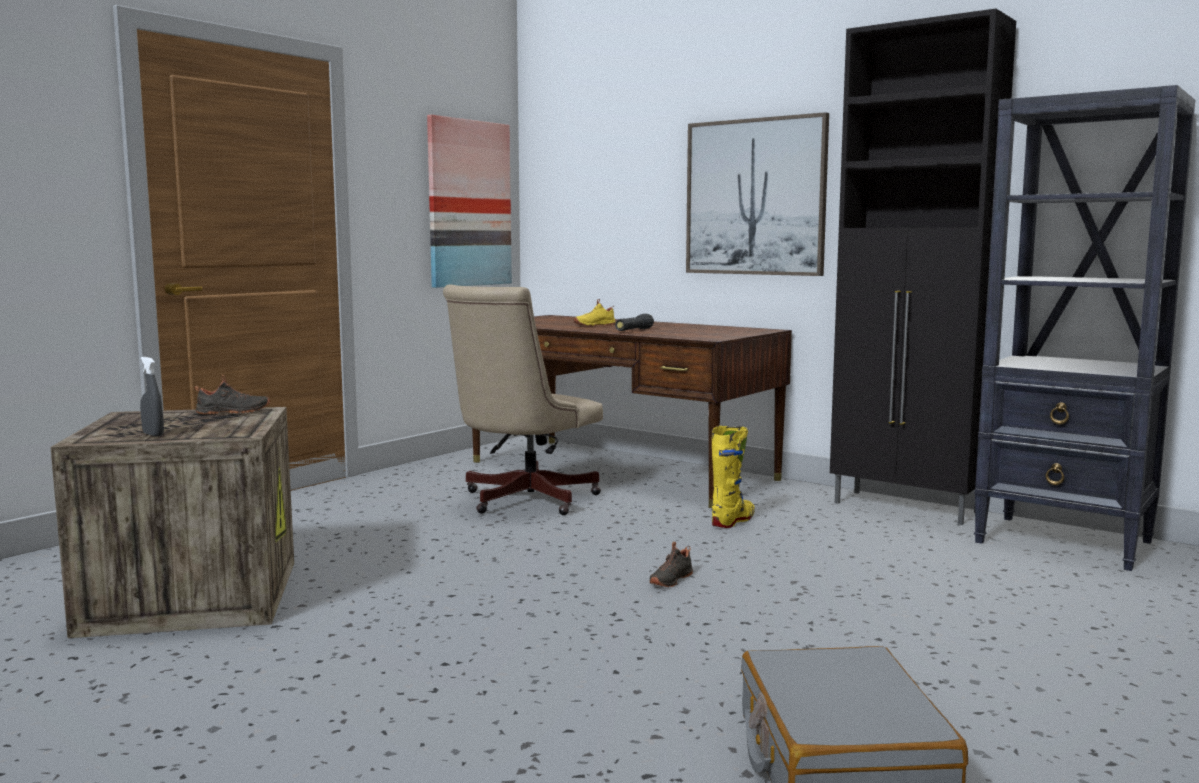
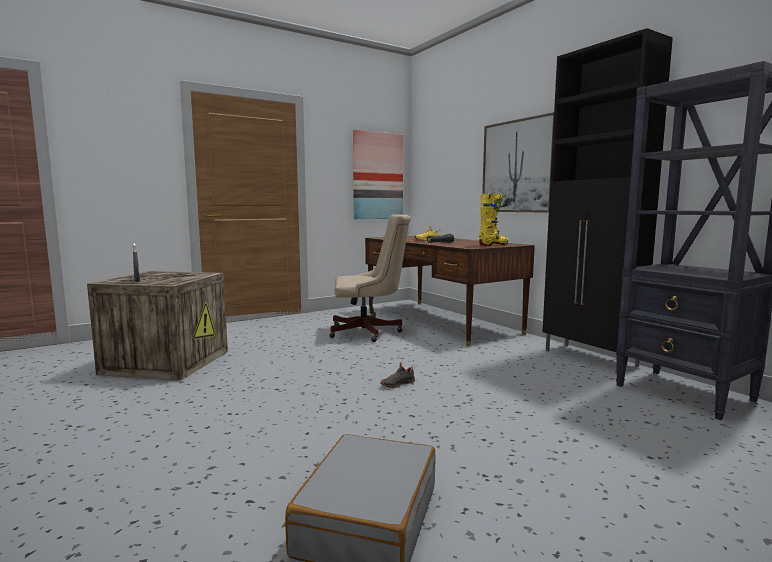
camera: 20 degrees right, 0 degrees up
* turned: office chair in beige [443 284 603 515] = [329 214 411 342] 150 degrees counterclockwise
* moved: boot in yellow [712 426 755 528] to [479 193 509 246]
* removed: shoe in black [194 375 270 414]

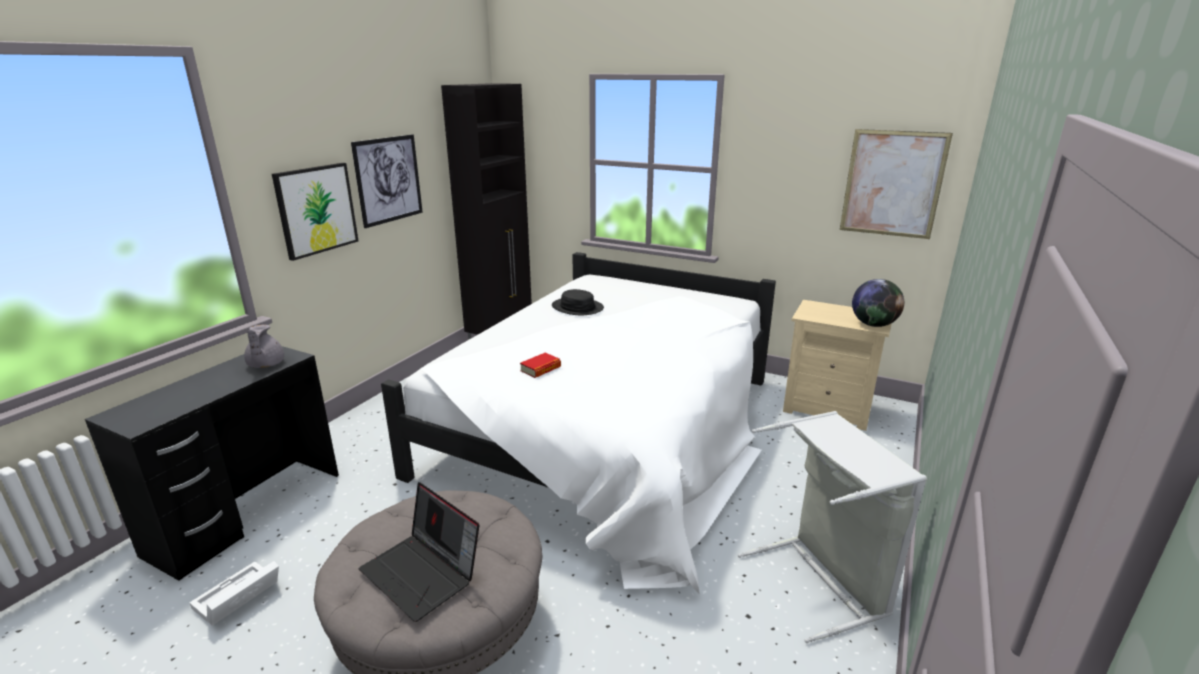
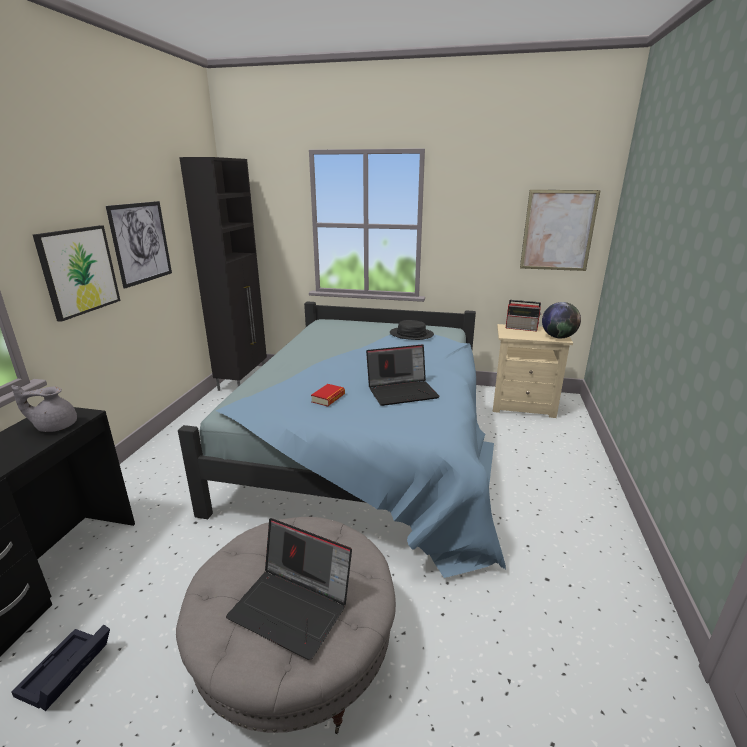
camera: 15 degrees left, 0 degrees up
* turned: teapot in grey [244 325 284 368] = [11 385 77 432] 105 degrees clockwise
* recoloured: storage box in white [189 561 279 626] to storage box in black [11 625 110 711]
* recoloured: bed in white [381 252 776 594] to bed in blue [178 302 506 578]
* added: laptop [366 344 440 406]
* moved: hat in black [552 289 604 316] to [390 320 434 340]
* added: radio [506 300 542 332]
* removed: laundry basket in grey [738 411 927 643]

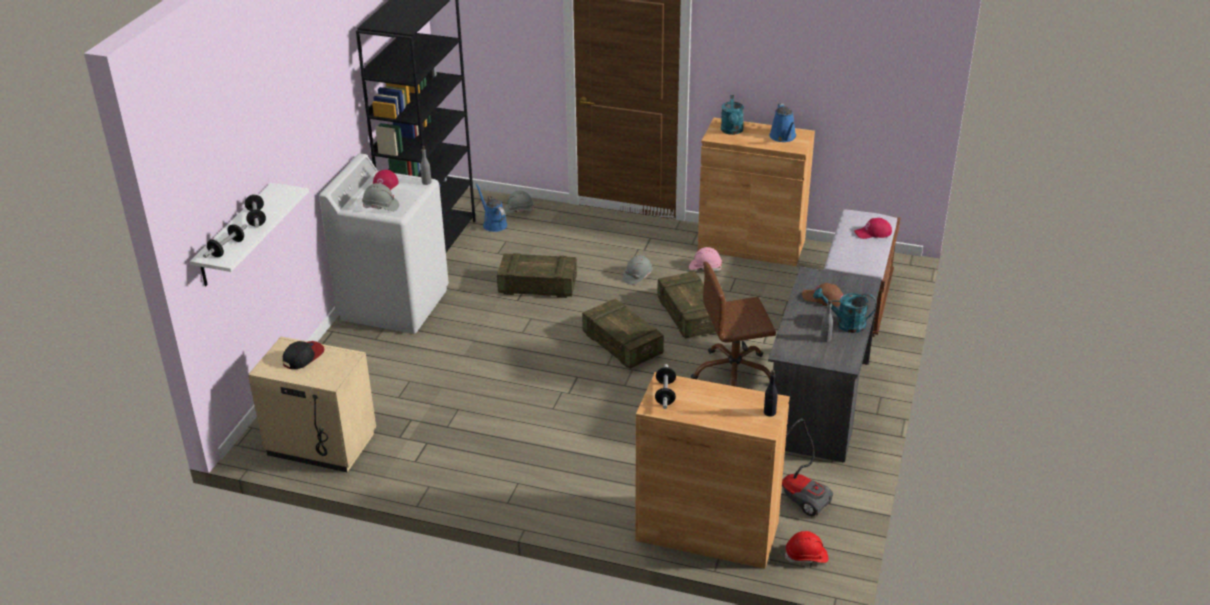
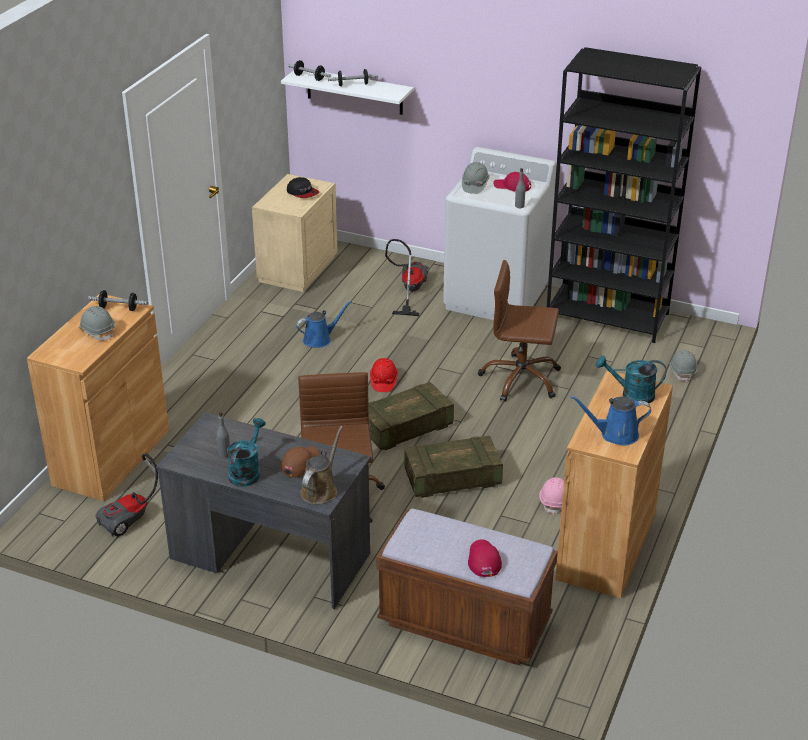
camera: 95 degrees right, 0 degrees up
* moved: hard hat in grey [623 255 653 285] to [78 306 115 341]
* moved: watering can in blue [476 183 507 232] to [296 301 352 348]
* added: watering can in brown [300 426 343 504]
* moved: hard hat in red [785 531 828 563] to [370 358 398 392]
* added: vacuum cleaner [385 239 429 316]
* replaced: crate [497 253 577 298] to office chair in brown [478 260 561 402]
* removed: bottle in black [764 370 778 417]

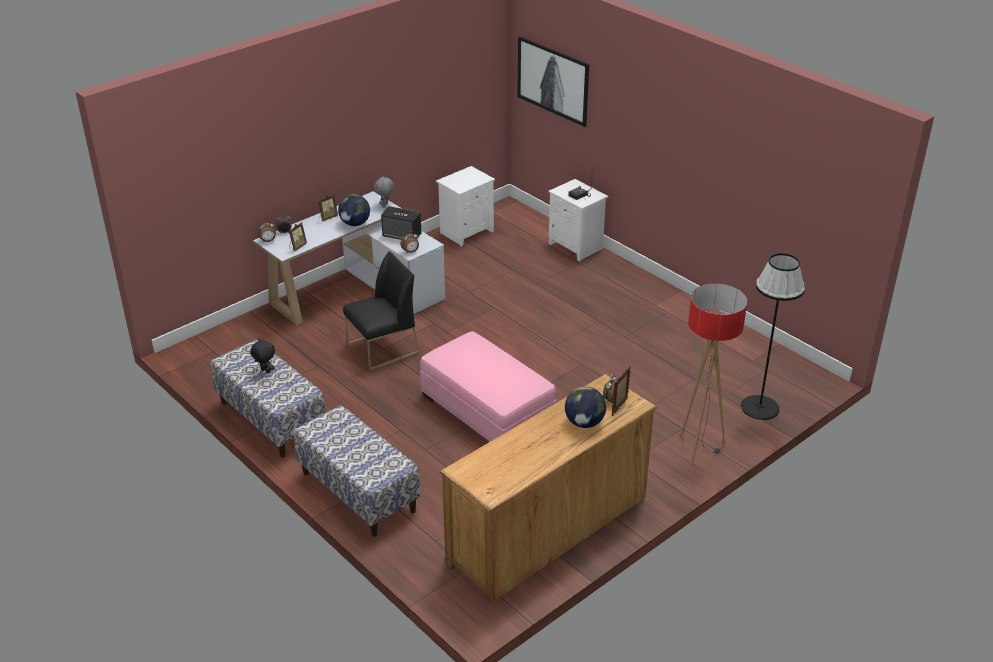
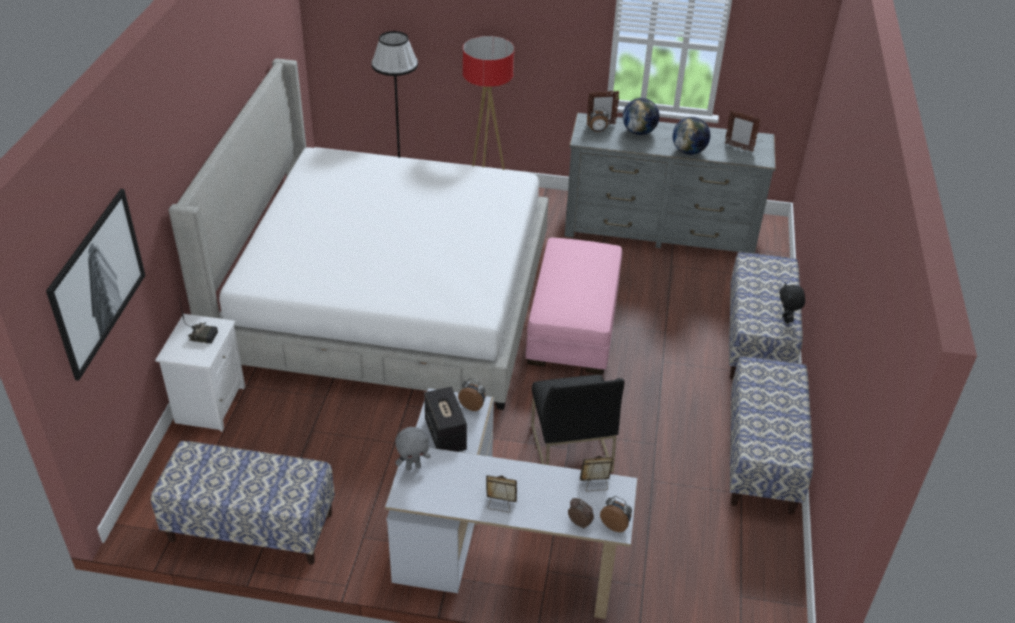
camera: 130 degrees left, 5 degrees up
* replaced: nightstand in white [436 166 495 246] to bench [151 441 335 565]
* added: bed [169 58 549 410]
* turned: chair in black [343 251 420 371] = [531 375 625 472] 120 degrees counterclockwise
* recoloured: dresser in brown [440 374 656 603] to dresser in grey [565 113 776 253]
* moved: globe [338 194 370 226] to [672 117 710 155]
* added: picture frame [725 110 761 152]
* moved: plush toy in black [250 338 275 373] to [780 283 805 323]

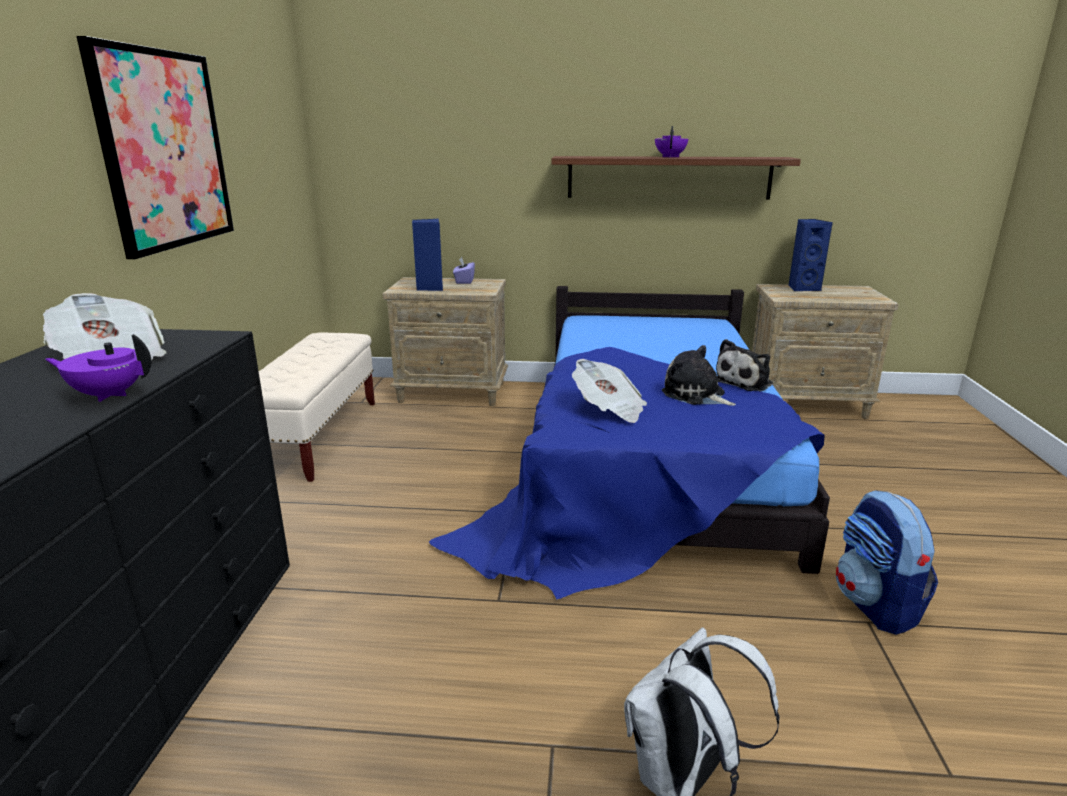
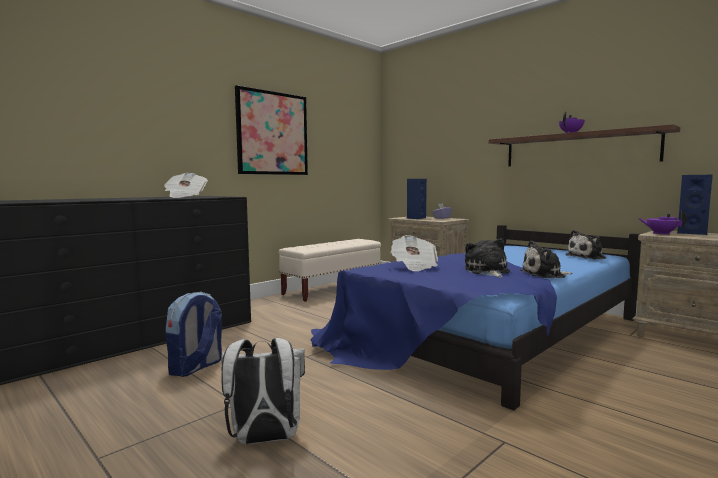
camera: 40 degrees right, 15 degrees down
* moved: backpack [836 490 938 635] to [165 292 222 377]
* added: plush toy [566 230 607 260]
* moved: teapot in purple [45 334 151 402] to [639 211 687 235]

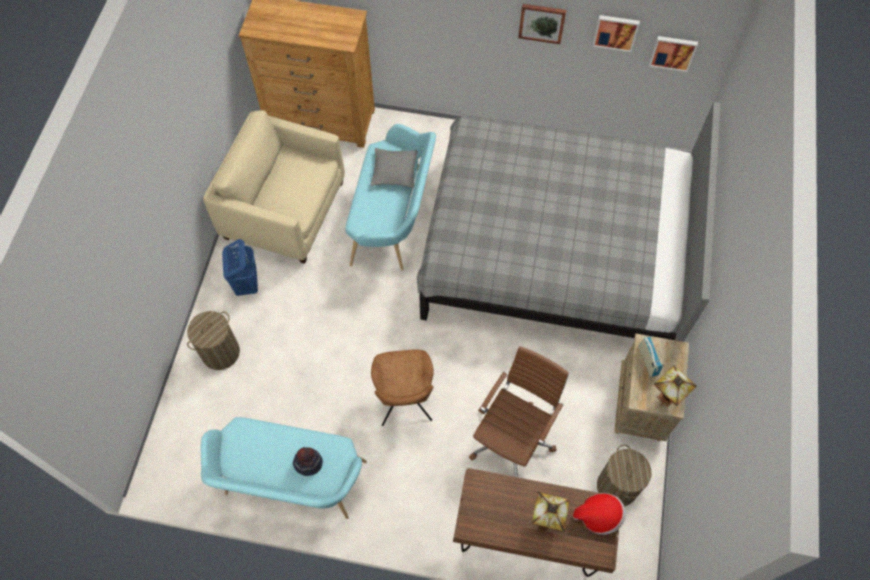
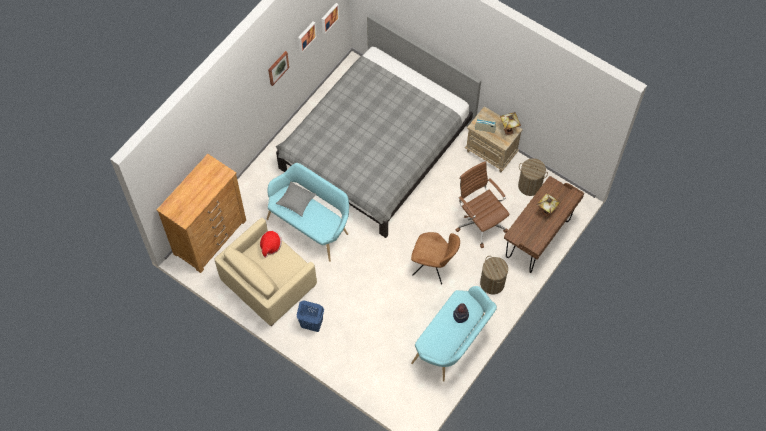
camera: 65 degrees left, 0 degrees up
* moved: hat [573 493 626 535] to [260 230 282 258]
* moved: laundry basket [187 311 240 370] to [480 256 508 294]

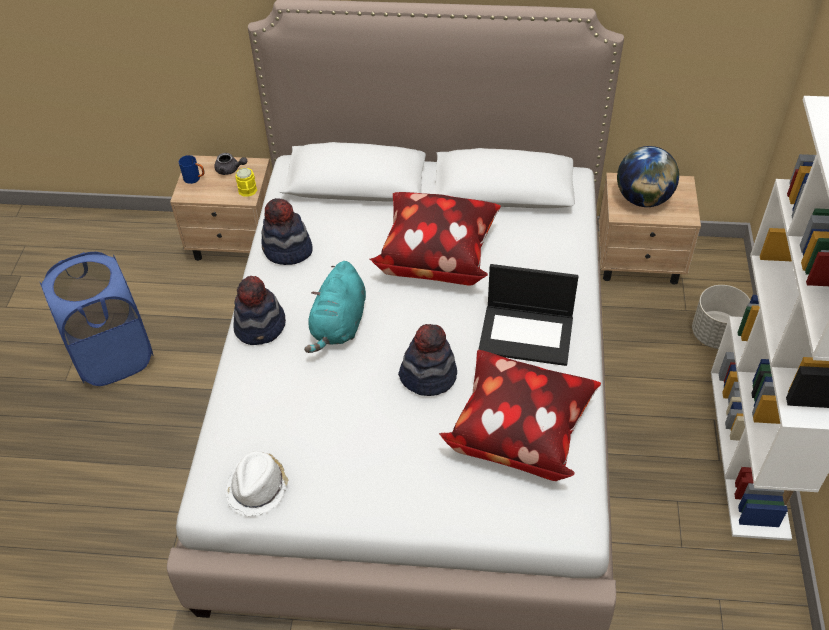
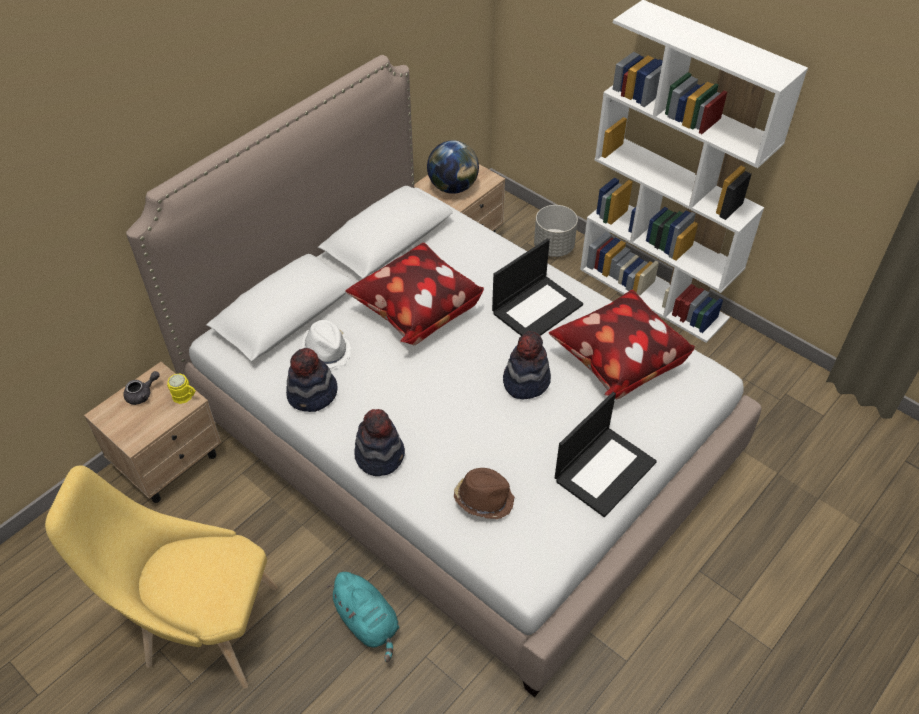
camera: 55 degrees left, 0 degrees up
* replaced: laundry basket in blue [40 252 154 386] to chair in yellow [45 465 278 689]
* moved: hat in white [225 451 288 517] to [302 320 352 370]
* moved: plush toy in turquoise [304 261 366 353] to [327 572 399 662]
* added: hat in brown [454 468 515 519]
* added: laptop [555 392 657 517]
* removed: mug in blue [179 155 205 184]

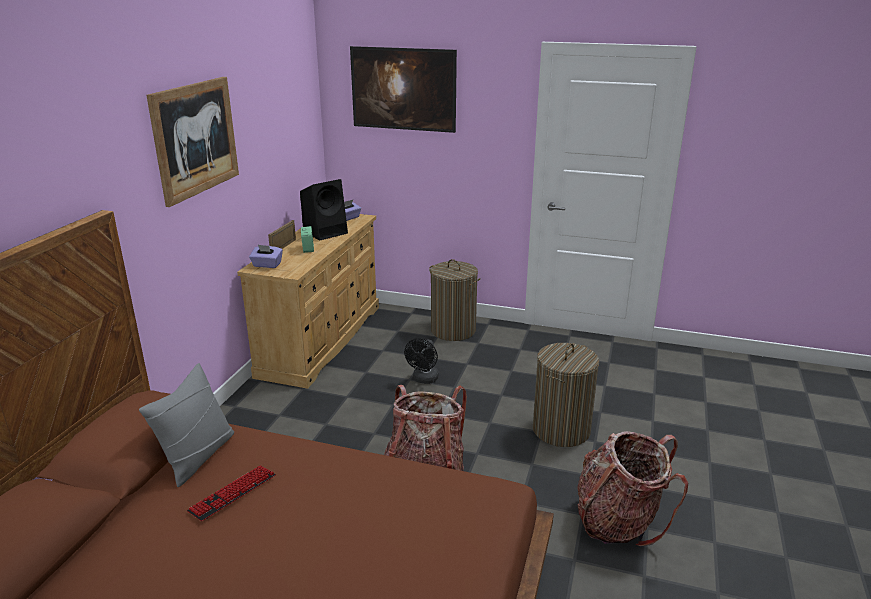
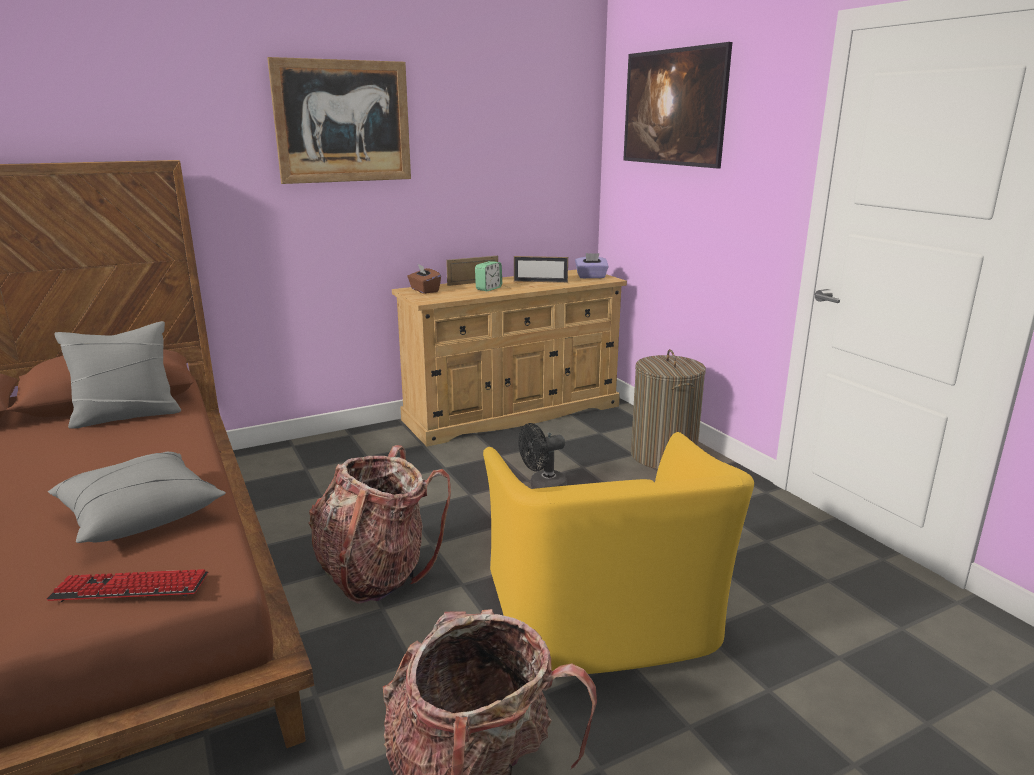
camera: 45 degrees right, 5 degrees down
* moved: keyboard [187 465 276 521] to [47 569 208 602]
* added: pillow in grey [48 452 226 543]
* recoloured: tissue box in purple [249 245 283 268] to tissue box in brown [407 264 441 294]
* replaced: laundry basket [533 343 599 447] to armchair in yellow [483 432 754 674]
* replaced: speaker in black [300 179 348 240] to picture frame [514 256 568 283]

